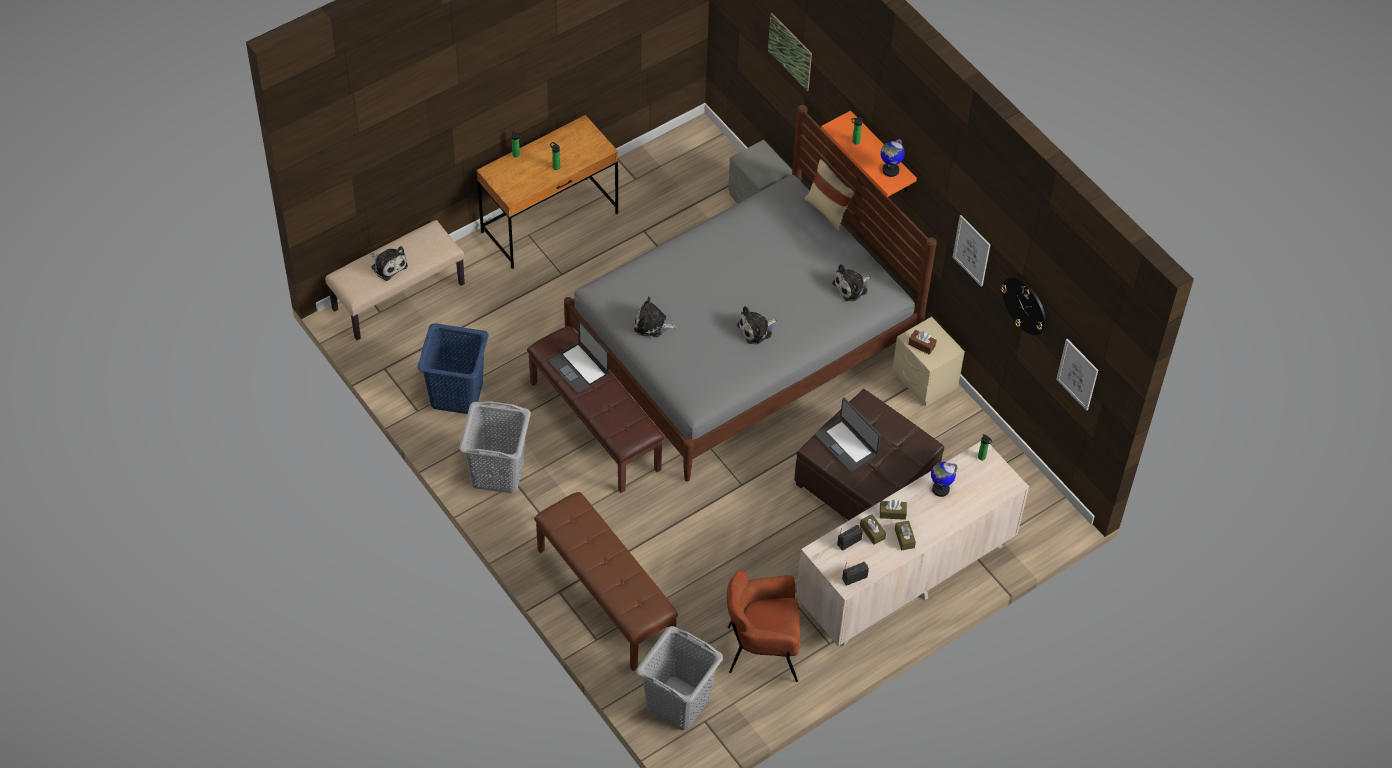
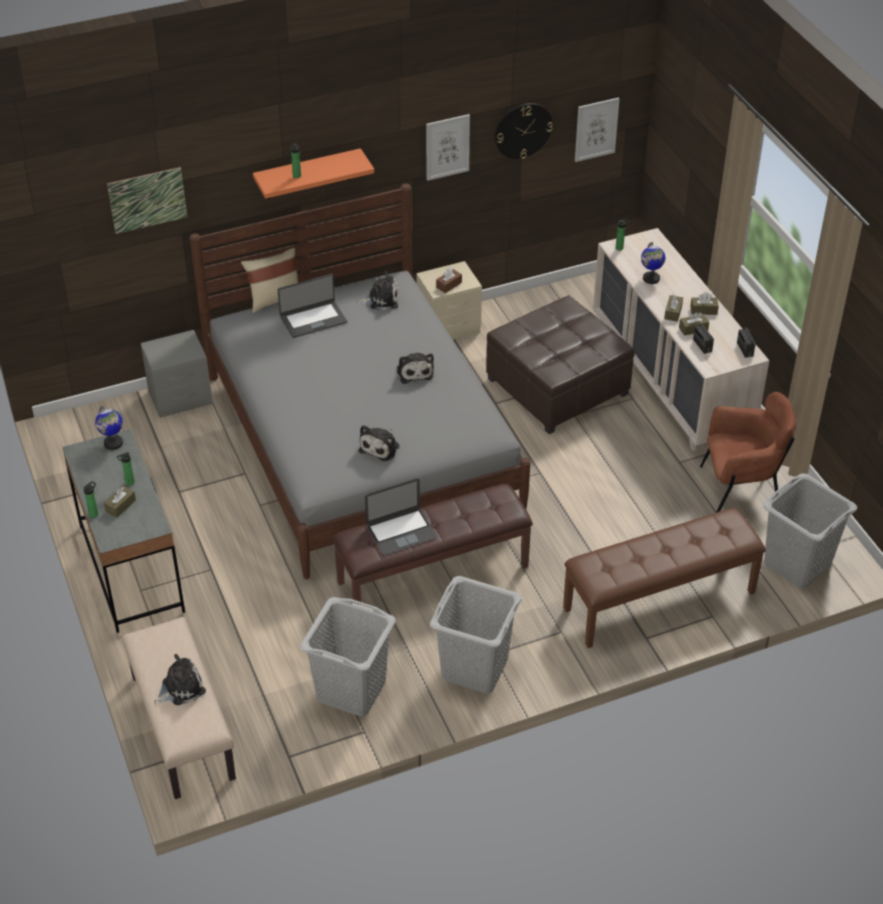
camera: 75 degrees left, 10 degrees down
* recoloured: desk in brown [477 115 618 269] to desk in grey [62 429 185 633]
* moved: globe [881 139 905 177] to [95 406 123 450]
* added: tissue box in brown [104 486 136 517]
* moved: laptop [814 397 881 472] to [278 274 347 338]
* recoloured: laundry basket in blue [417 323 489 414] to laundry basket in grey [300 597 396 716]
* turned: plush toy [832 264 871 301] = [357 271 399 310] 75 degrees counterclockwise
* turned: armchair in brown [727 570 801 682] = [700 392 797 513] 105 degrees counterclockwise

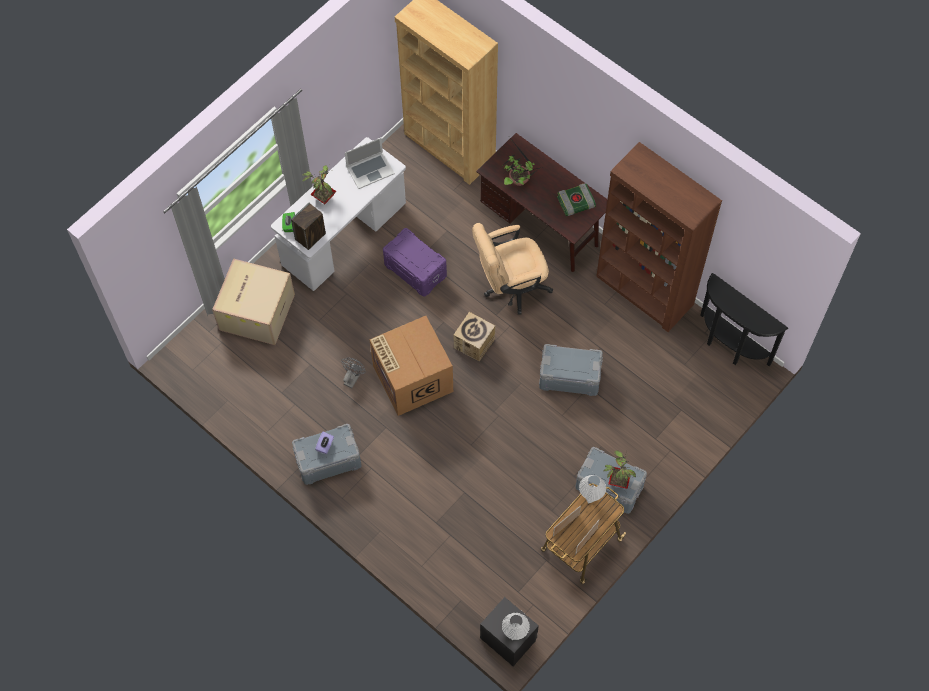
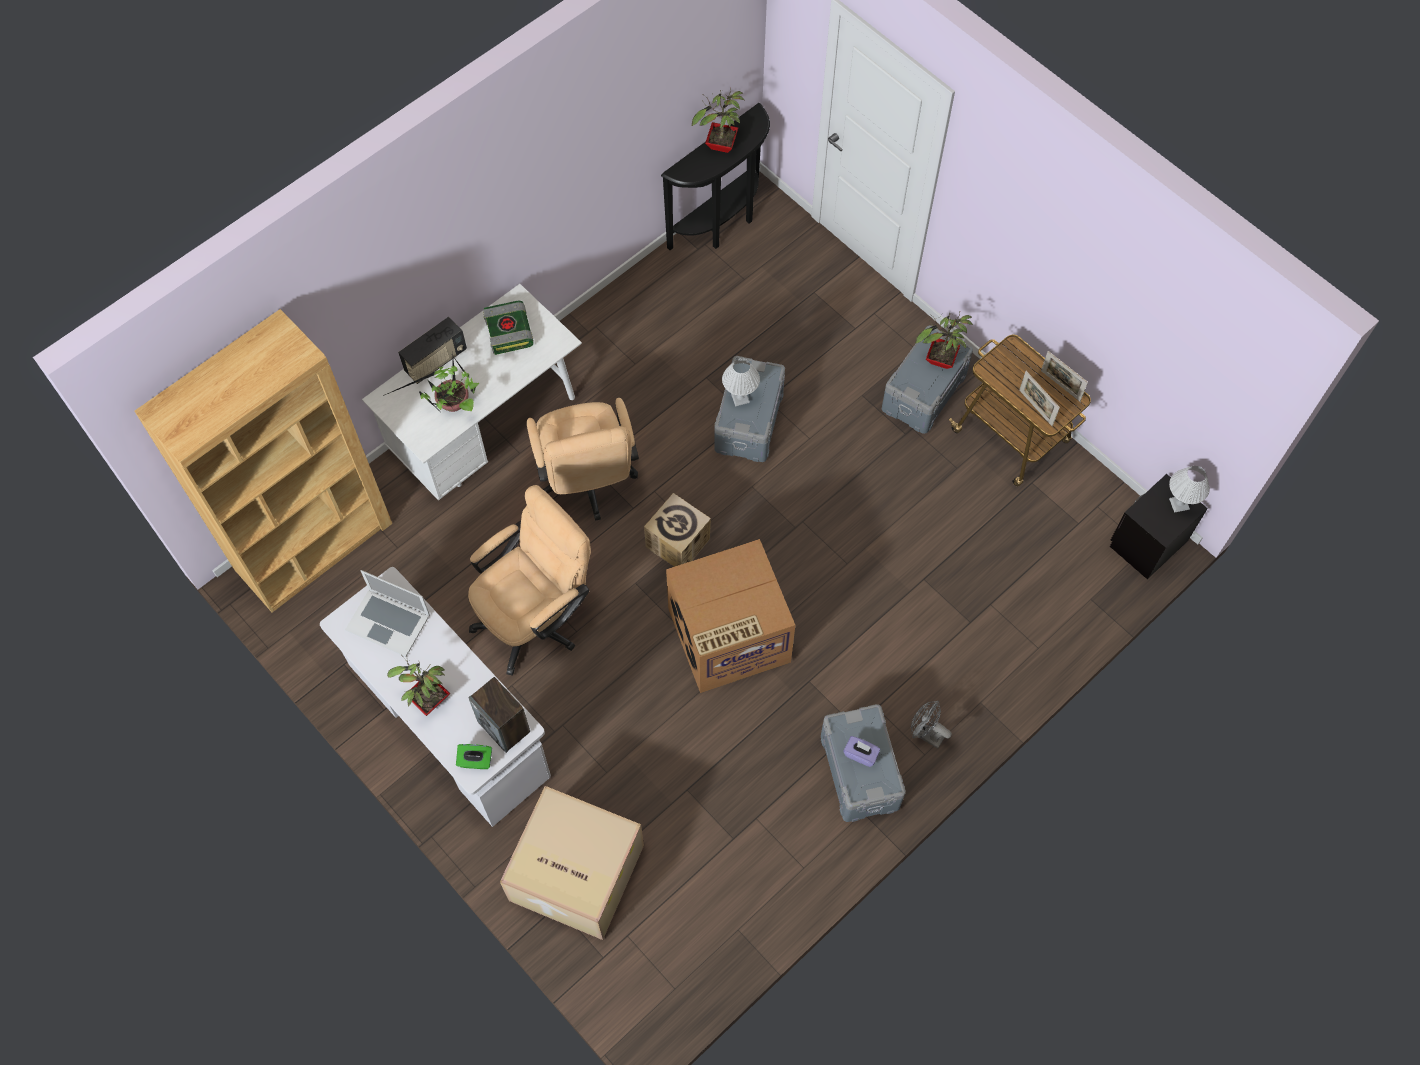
camera: 85 degrees left, 0 degrees up
* turned: laptop [345 138 395 189] = [345 570 430 657] 135 degrees clockwise
* recoloured: desk in brown [476 133 608 272] to desk in white [362 284 582 500]
* added: radio [398 317 467 384]
* replaced: storage box in purple [383 228 447 297] to office chair in beige [468 485 591 676]
* added: potted plant [692 88 745 153]
* moved: table lamp in white [579 475 606 504] to [722 358 760 407]
* moved: fan in grey [341 357 366 388] to [910 701 952 749]
* removed: bookcase in brown [596 142 722 332]

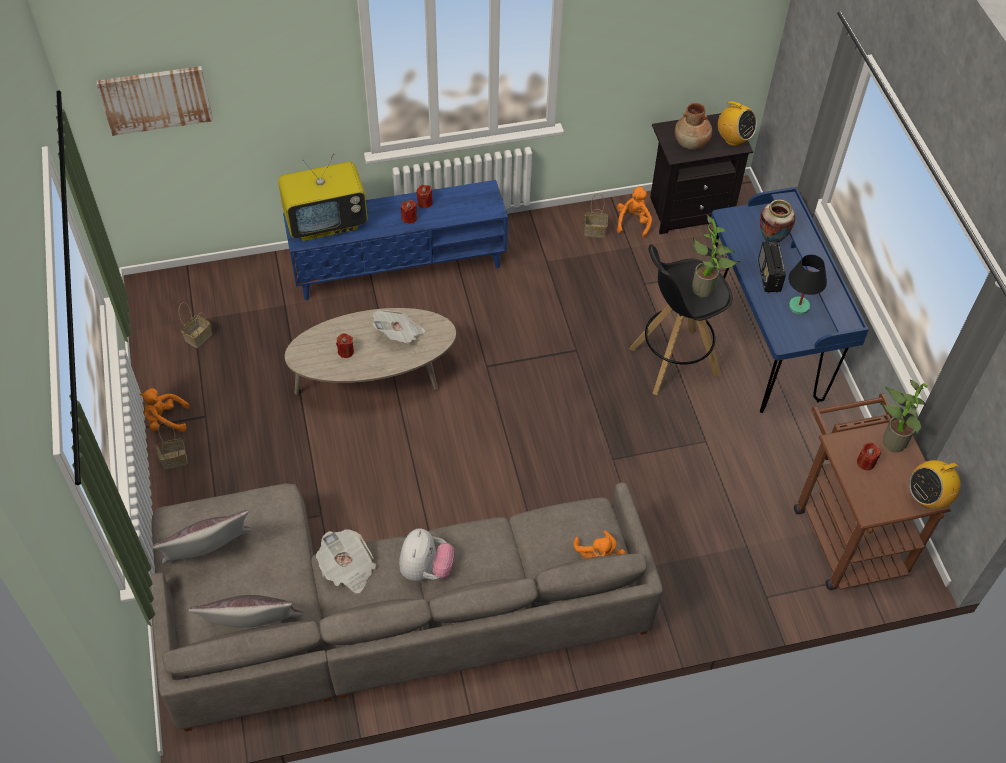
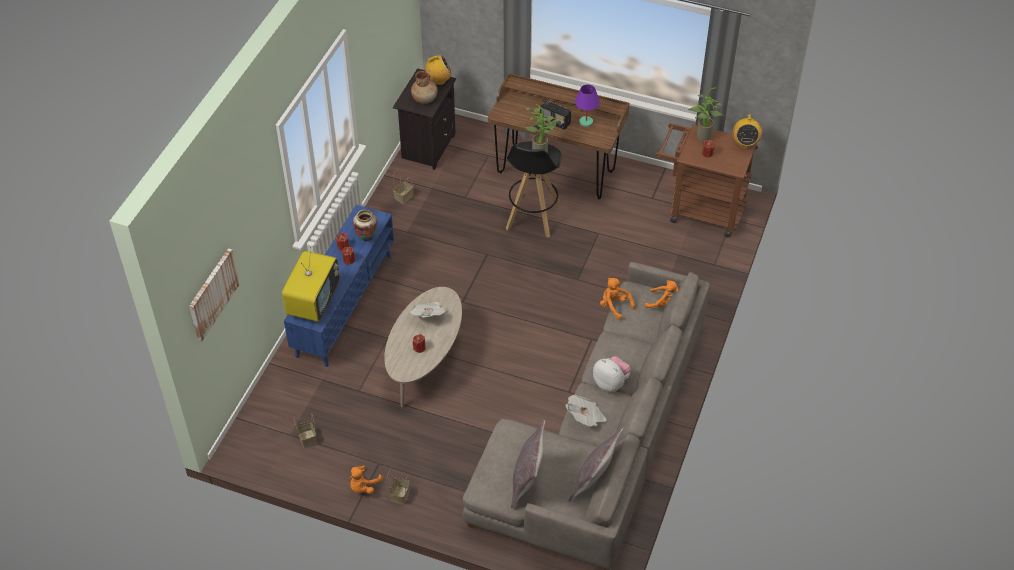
camera: 55 degrees left, 5 degrees down
* moved: vase [760 199 795 242] to [353 209 378 242]
* recoloured: desk in blue [711 187 869 413] to desk in brown [488 73 629 200]
* recoloured: table lamp in black [788 254 827 315] to table lamp in purple [575 85 600 127]
* moved: plush toy in orange [617 187 652 238] to [600 278 635 320]

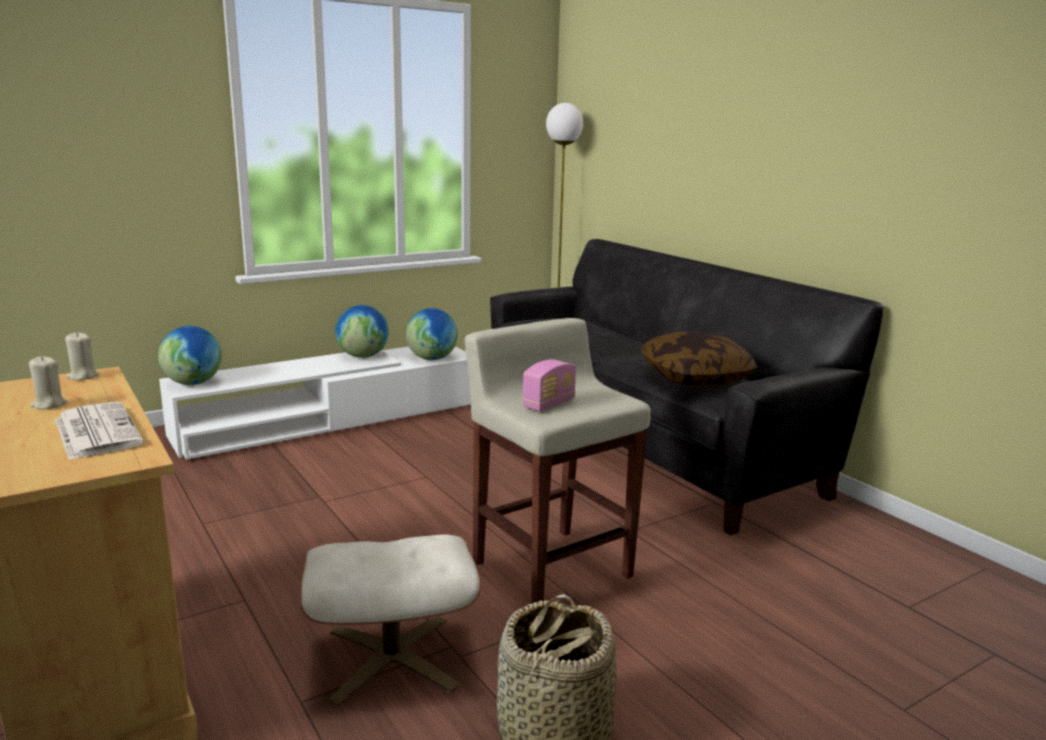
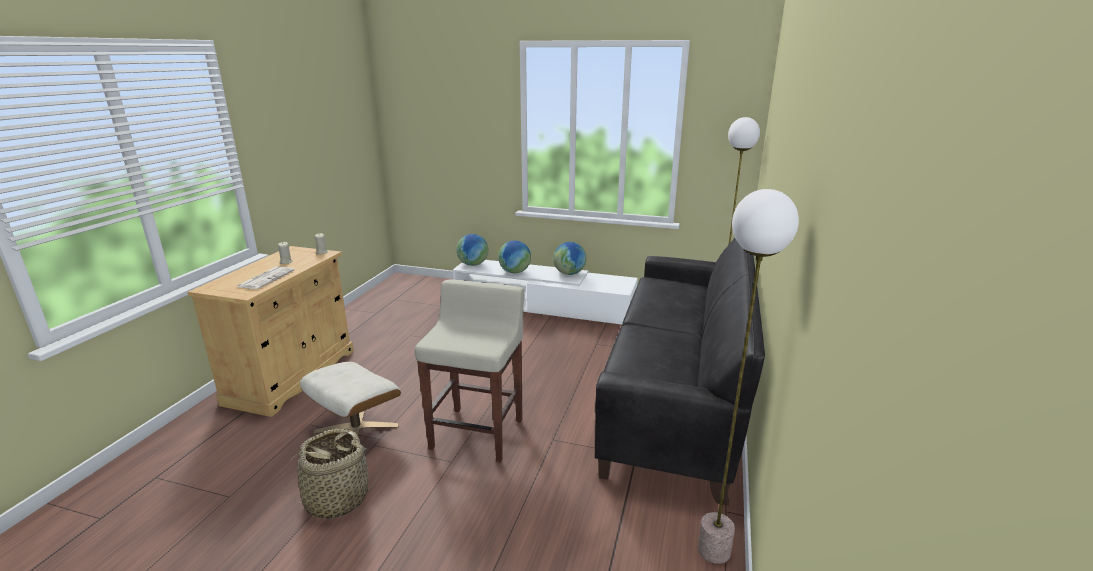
camera: 50 degrees right, 5 degrees up
* moved: globe [406 308 458 360] to [498 240 531 273]
* added: floor lamp [698 189 799 564]
* removed: radio [522 359 576 411]
* removed: pillow [641 332 758 387]

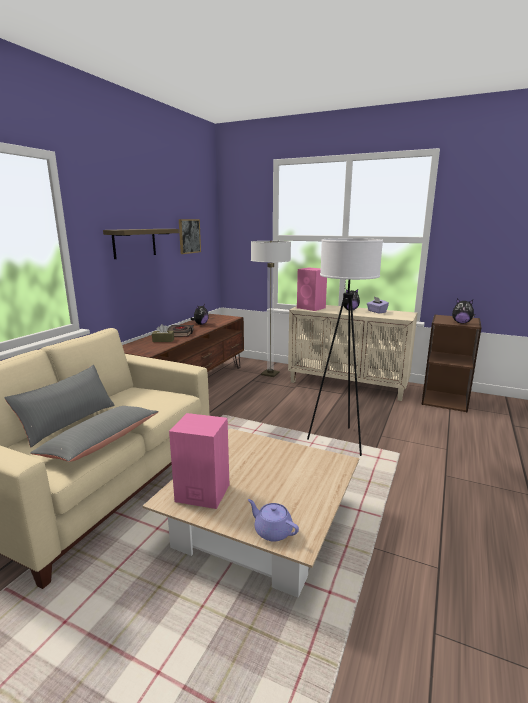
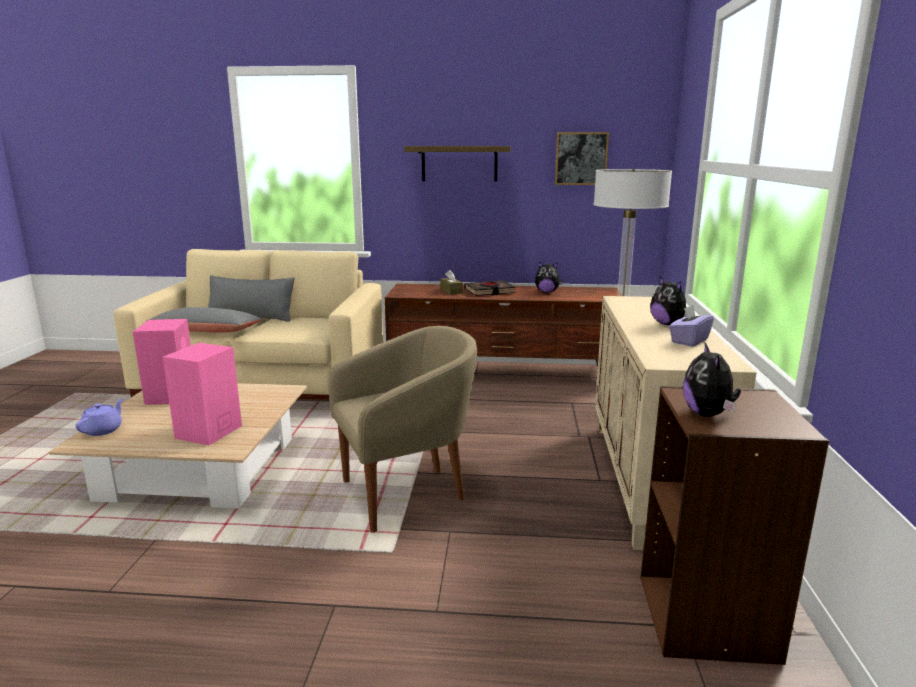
camera: 70 degrees right, 0 degrees up
* moved: speaker in pink [297 268 327 311] to [163 343 242 445]
* replaced: floor lamp in white [307 238 383 456] to armchair in beige [328 326 477 533]

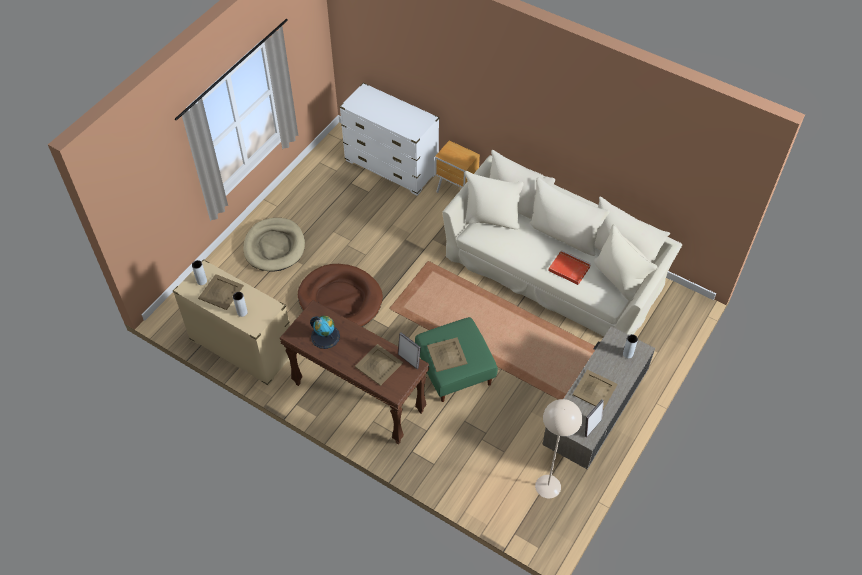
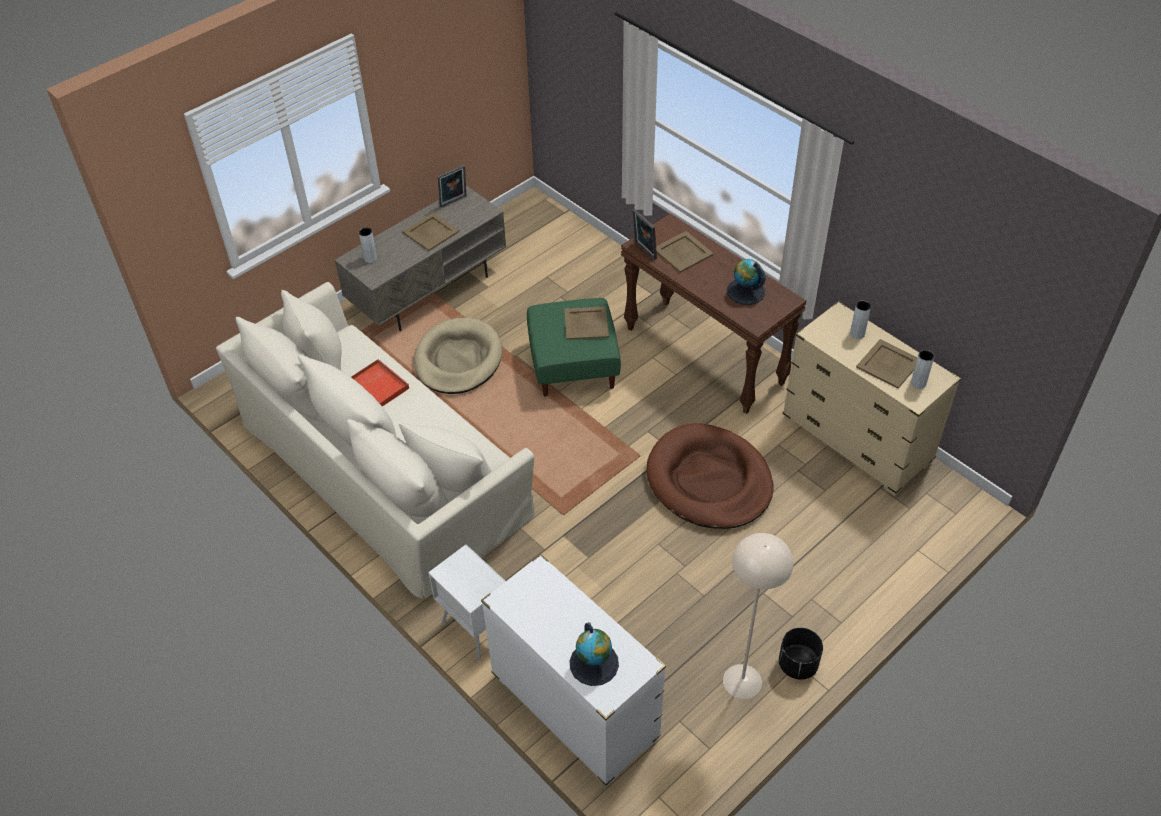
camera: 165 degrees left, 5 degrees down
* moved: dog bed in beige [243 218 305 272] to [414 318 502 394]
* recoloured: nightstand in brown [435 140 480 193] to nightstand in white [428 544 506 660]
* added: globe [570 622 619 686]
* moved: floor lamp in beige [535 399 582 499] to [723 533 793 699]
* added: planter in black [779 628 823 680]

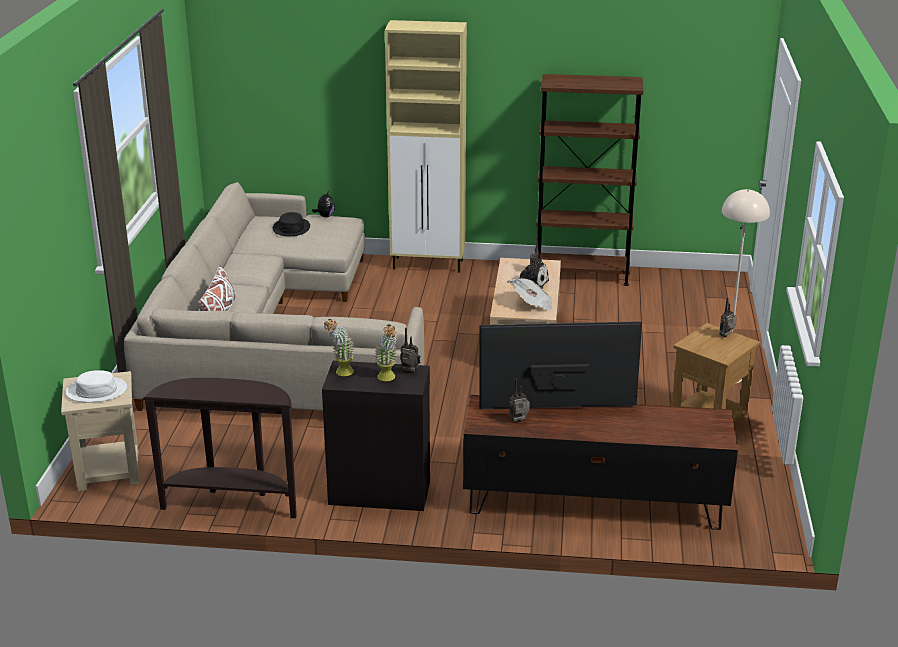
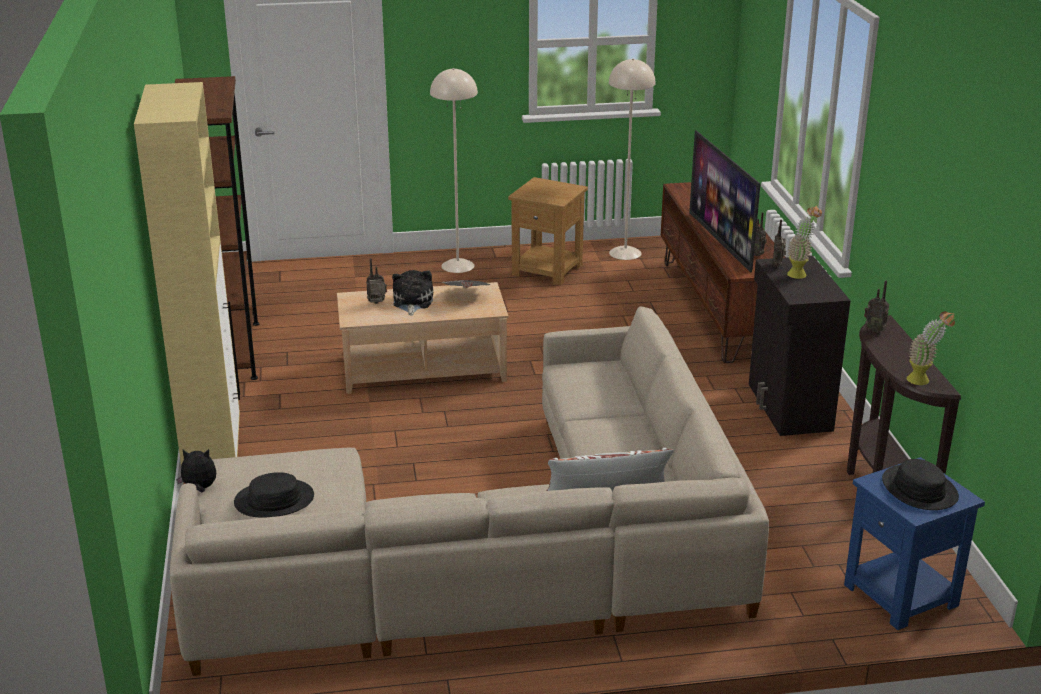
camera: 105 degrees left, 0 degrees up
* added: floor lamp in beige [609 59 655 260]
* recoloured: side table in beige [61 371 139 491] to side table in blue [844 457 985 630]
* moved: radio [719 298 737 337] to [864 280 889 332]
* recoloured: hat in white [66 370 127 402] to hat in black [882 459 959 510]
* moved: potted plant [324 319 355 376] to [907 311 955 385]

